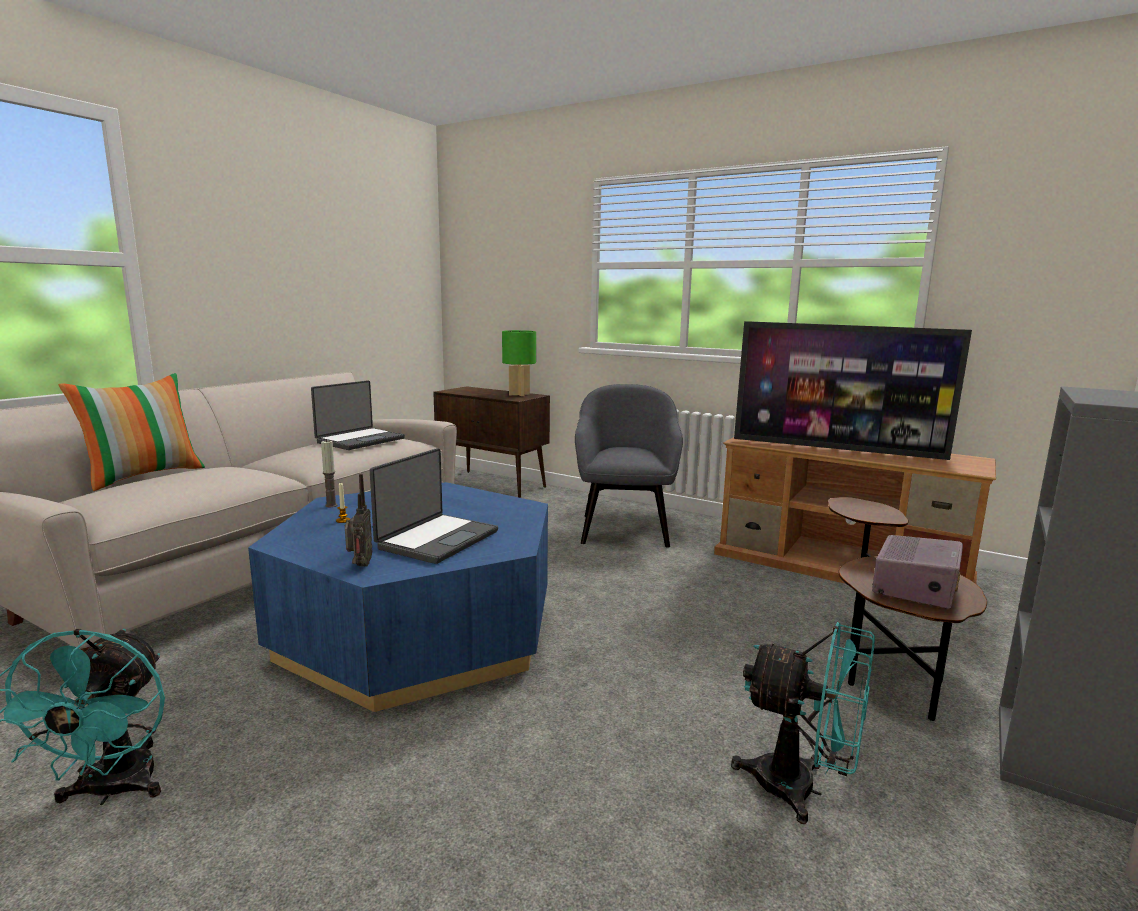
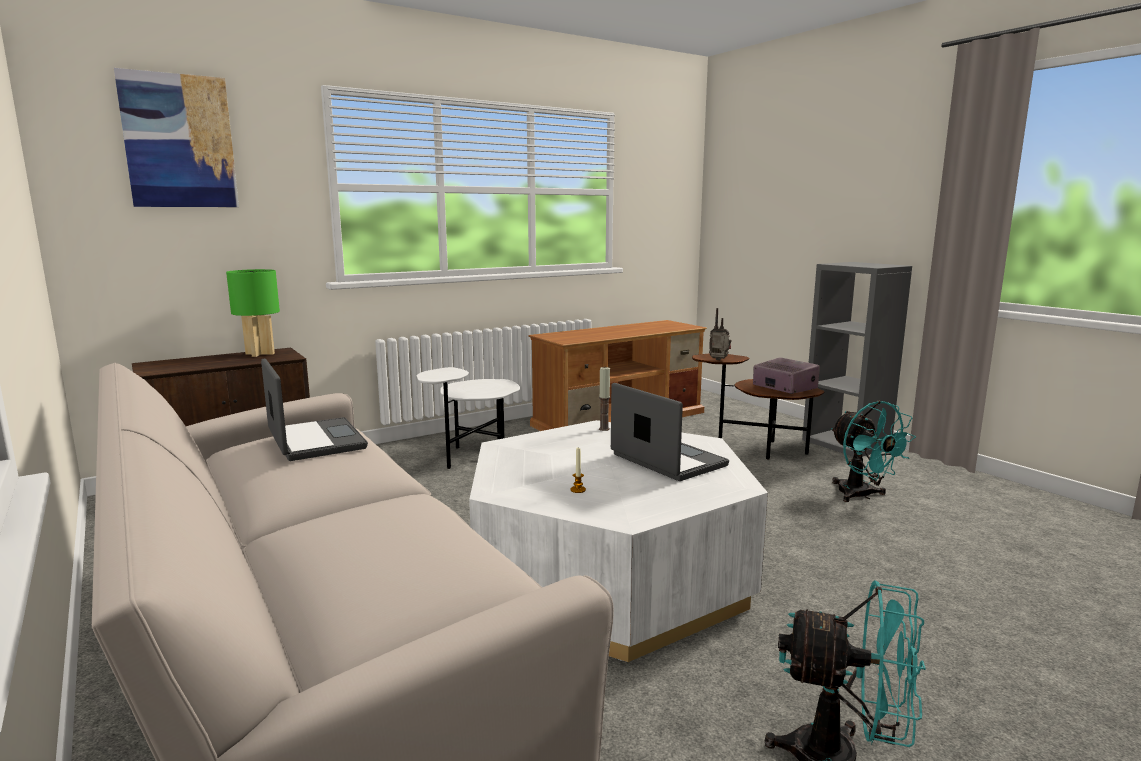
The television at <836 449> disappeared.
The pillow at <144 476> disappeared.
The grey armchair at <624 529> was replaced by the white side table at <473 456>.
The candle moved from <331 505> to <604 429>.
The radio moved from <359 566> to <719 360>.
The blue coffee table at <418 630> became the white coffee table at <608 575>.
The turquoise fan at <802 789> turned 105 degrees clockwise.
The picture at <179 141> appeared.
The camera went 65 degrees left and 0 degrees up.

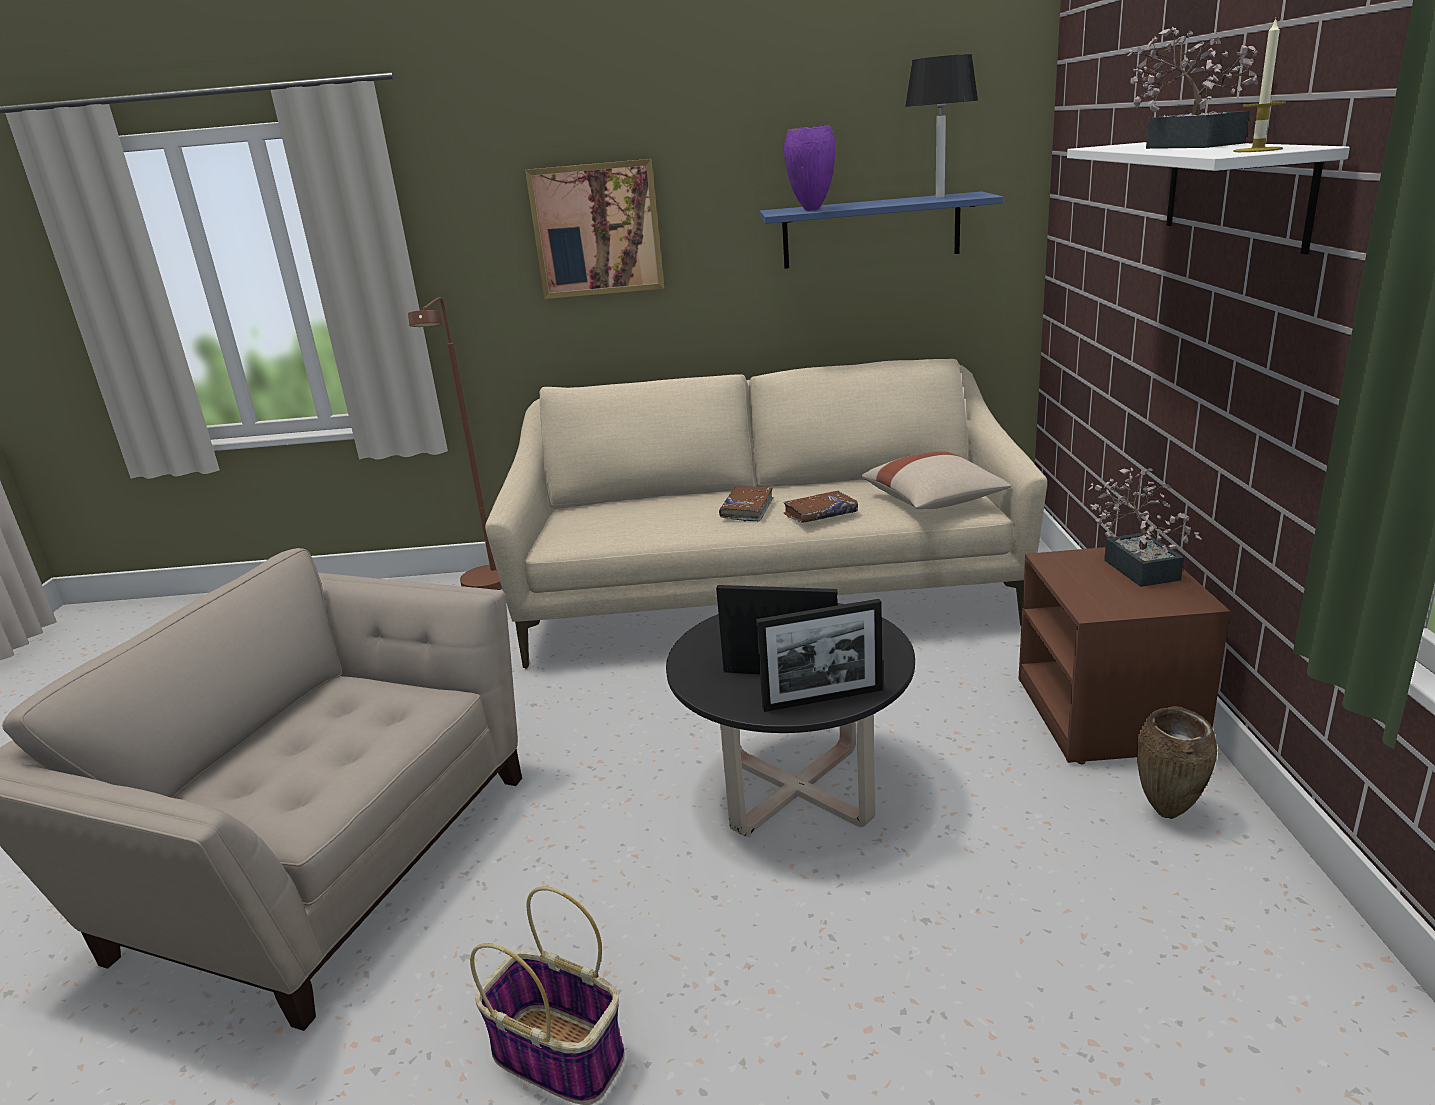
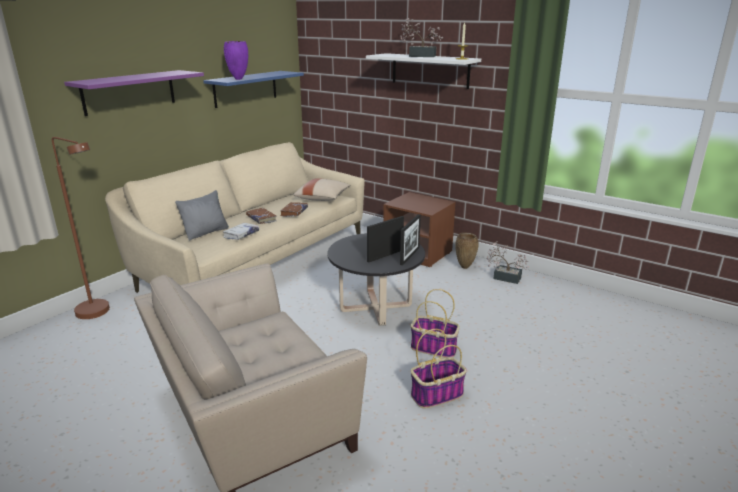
The black table lamp at <939 197> disappeared.
The picture at <597 229> was replaced by the purple shelf at <129 92>.
The potted plant moved from <1137 566> to <504 277>.
The grey pillow at <206 232> appeared.
The white book at <241 235> appeared.
The basket at <434 348> appeared.
The camera went 55 degrees left and 0 degrees up.

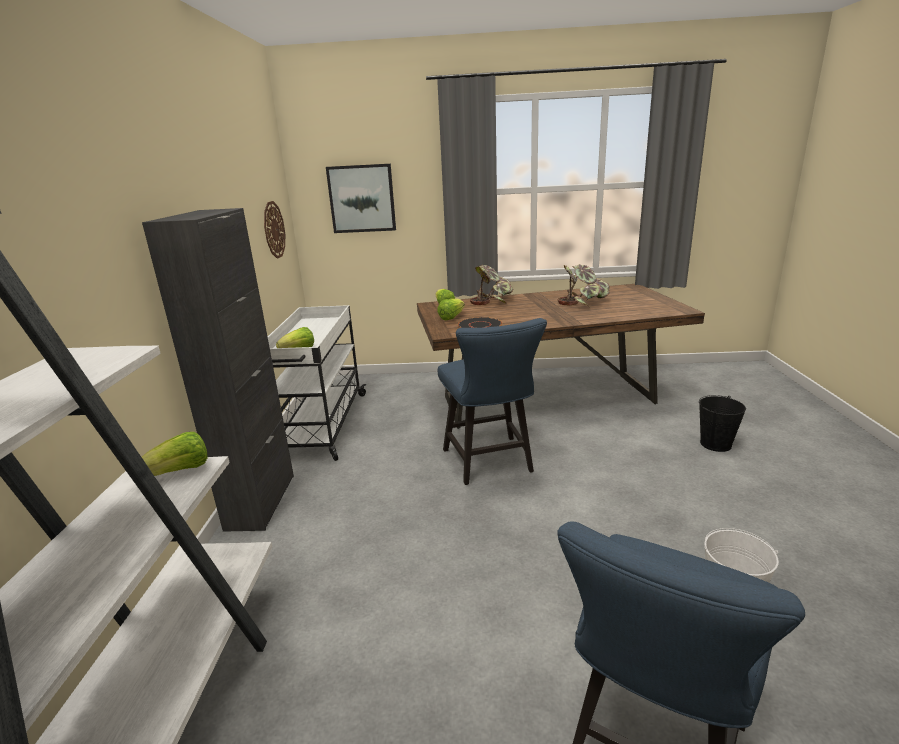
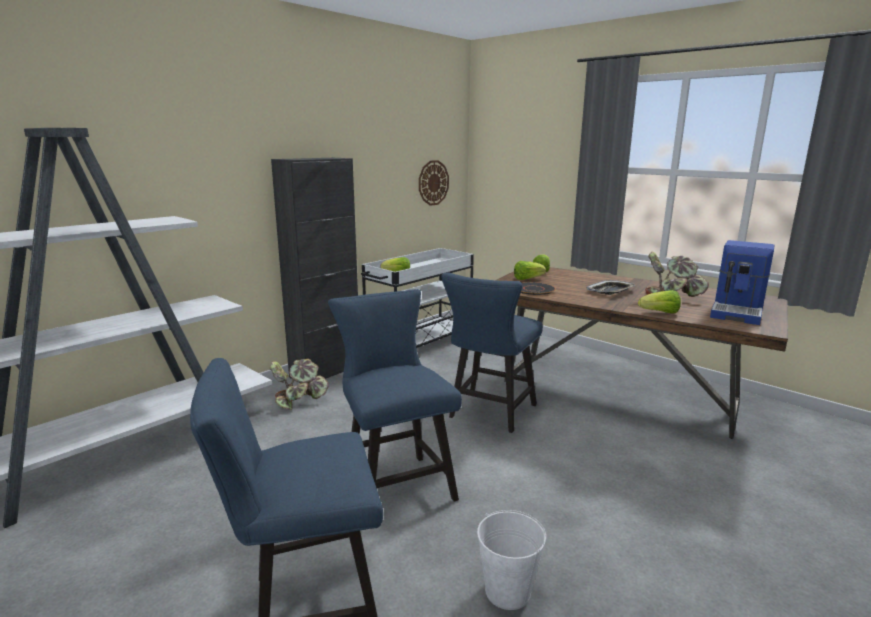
The picture at <362 198> disappeared.
The potted plant moved from <492 300> to <299 400>.
The black bucket at <716 444> disappeared.
The lettuce moved from <180 472> to <660 313>.
The coffee machine at <738 311> appeared.
The tray at <610 291> appeared.
The blue chair at <395 483> appeared.
The camera went 40 degrees right and 5 degrees down.

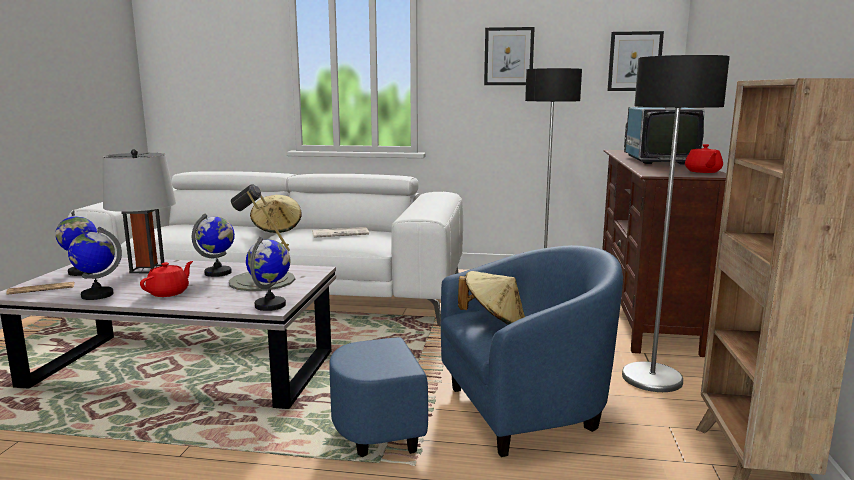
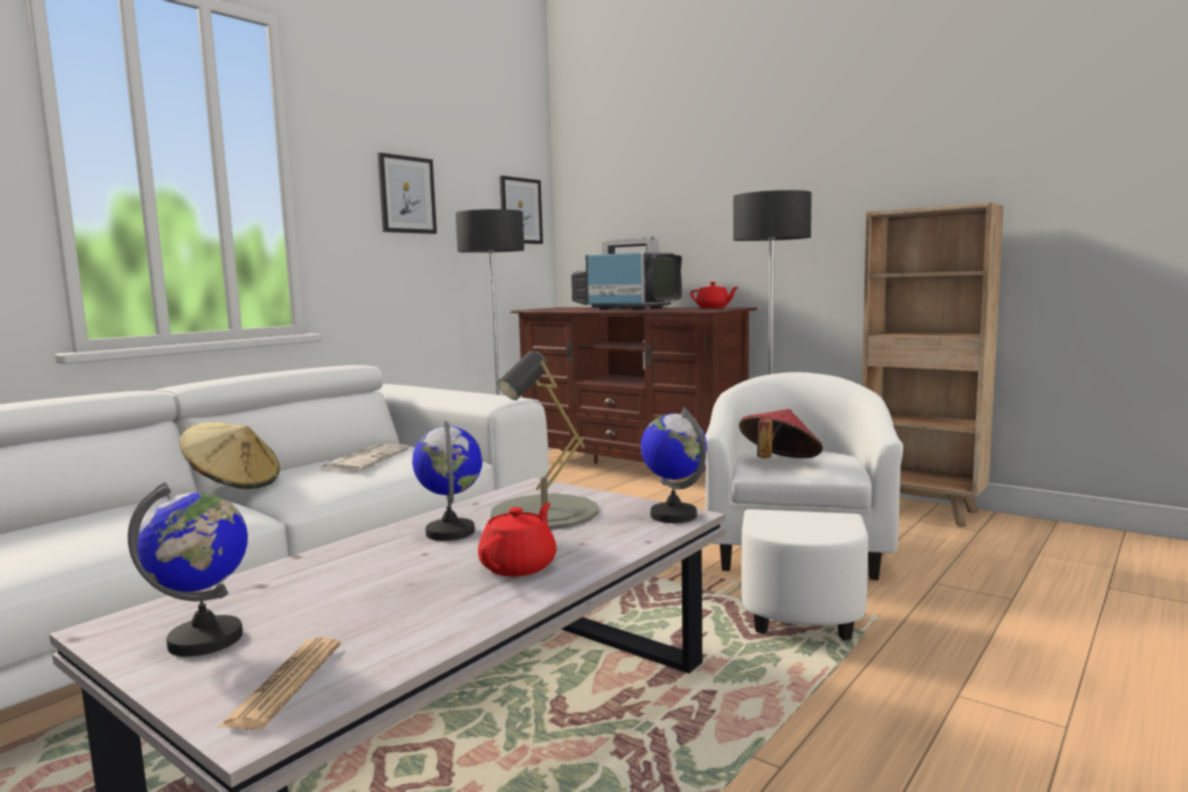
The grey table lamp at <147 269> disappeared.
The globe at <97 295> disappeared.
The blue armchair at <492 417> became the white armchair at <798 567>.
The red teapot at <169 292> turned 60 degrees clockwise.
The beige hat at <494 322> became the red hat at <778 463>.
The camera went 60 degrees left and 5 degrees down.

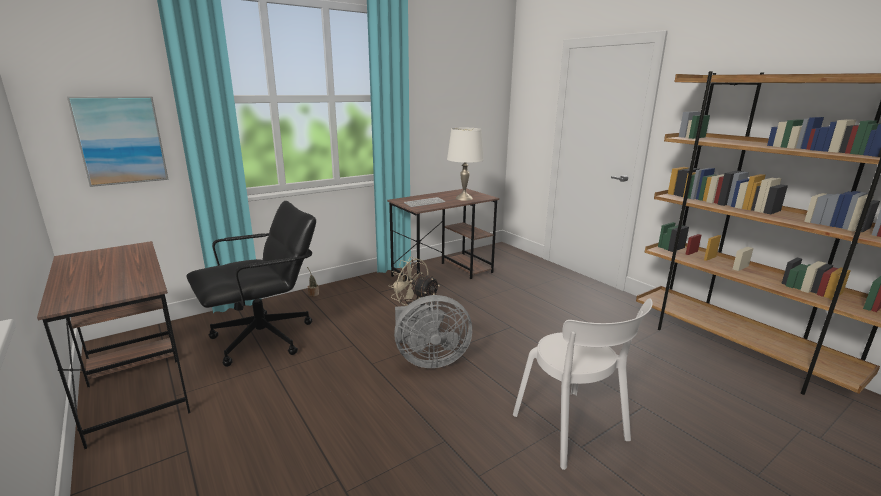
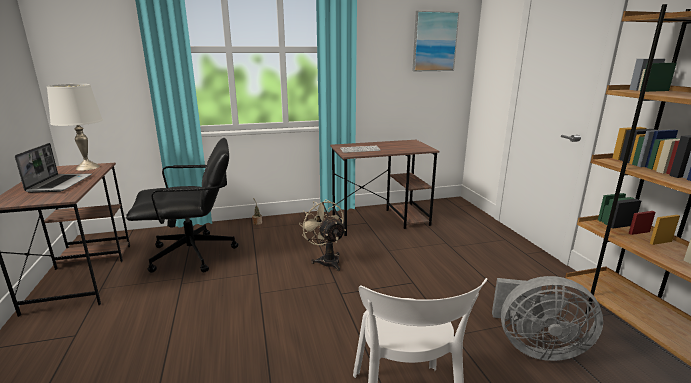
The picture moved from <121 140> to <434 41>.
The white table lamp moved from <463 198> to <87 167>.
The grey fan moved from <429 360> to <535 347>.
The laptop at <60 184> appeared.
The camera went 20 degrees right and 0 degrees up.

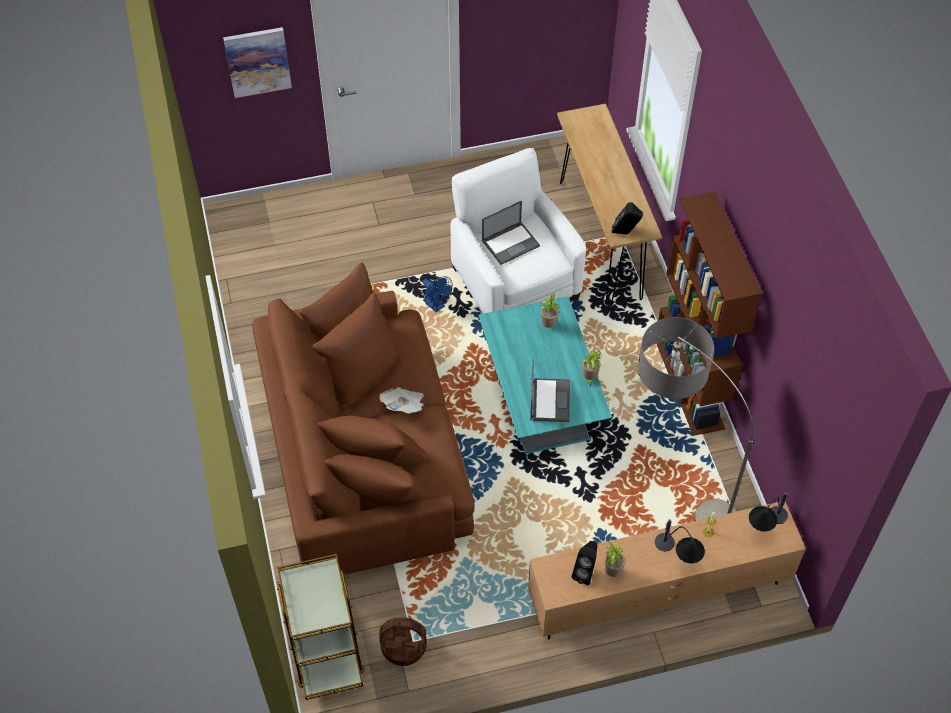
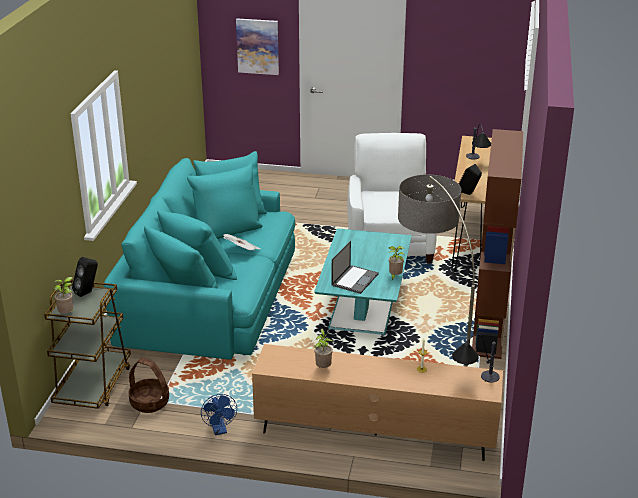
The laptop at <511 243> disappeared.
The brown sofa at <364 454> became the turquoise sofa at <210 297>.
The blue fan moved from <436 306> to <220 430>.
The potted plant moved from <549 324> to <67 314>.
The table lamp moved from <678 557> to <477 162>.
The black speaker moved from <585 572> to <88 292>.
The camera went 25 degrees right and 25 degrees down.

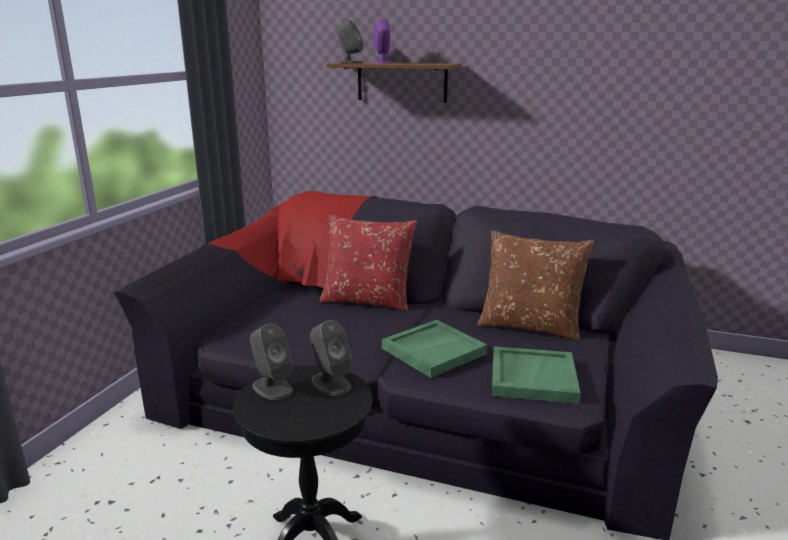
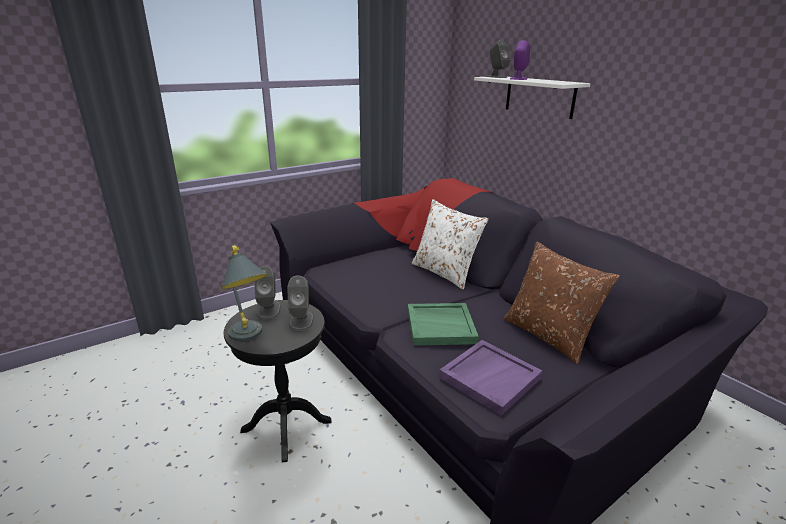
The brown shelf at <402 82> became the white shelf at <539 96>.
The red pillow at <368 301> became the white pillow at <445 272>.
The green tray at <532 377> became the purple tray at <489 377>.
The grey table lamp at <249 338> appeared.
The camera went 35 degrees right and 5 degrees up.

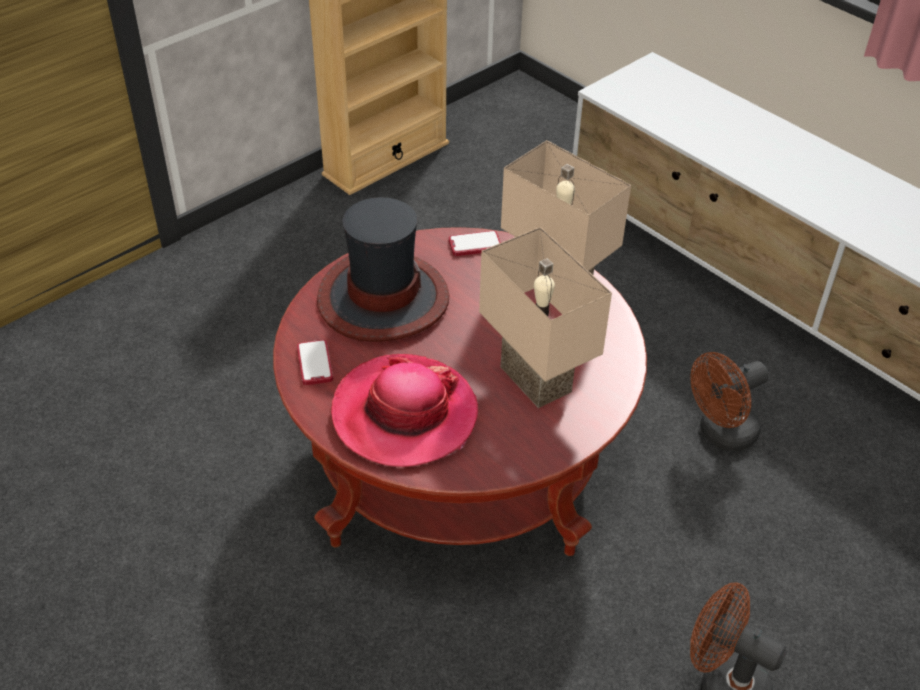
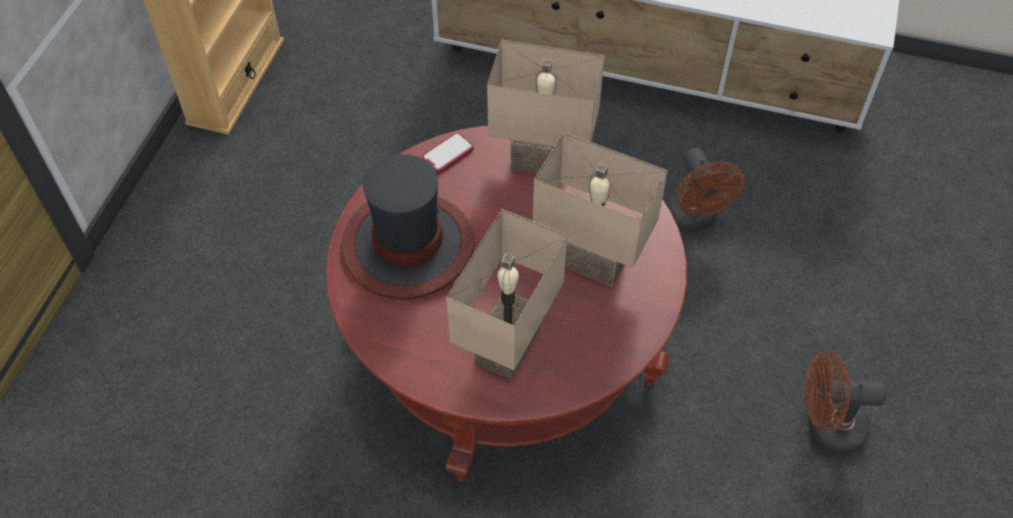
The phone at <315 364> disappeared.
The brown fan at <721 434> turned 45 degrees counterclockwise.
The hat at <404 414> was replaced by the beige table lamp at <510 348>.
The camera went 30 degrees left and 10 degrees up.

